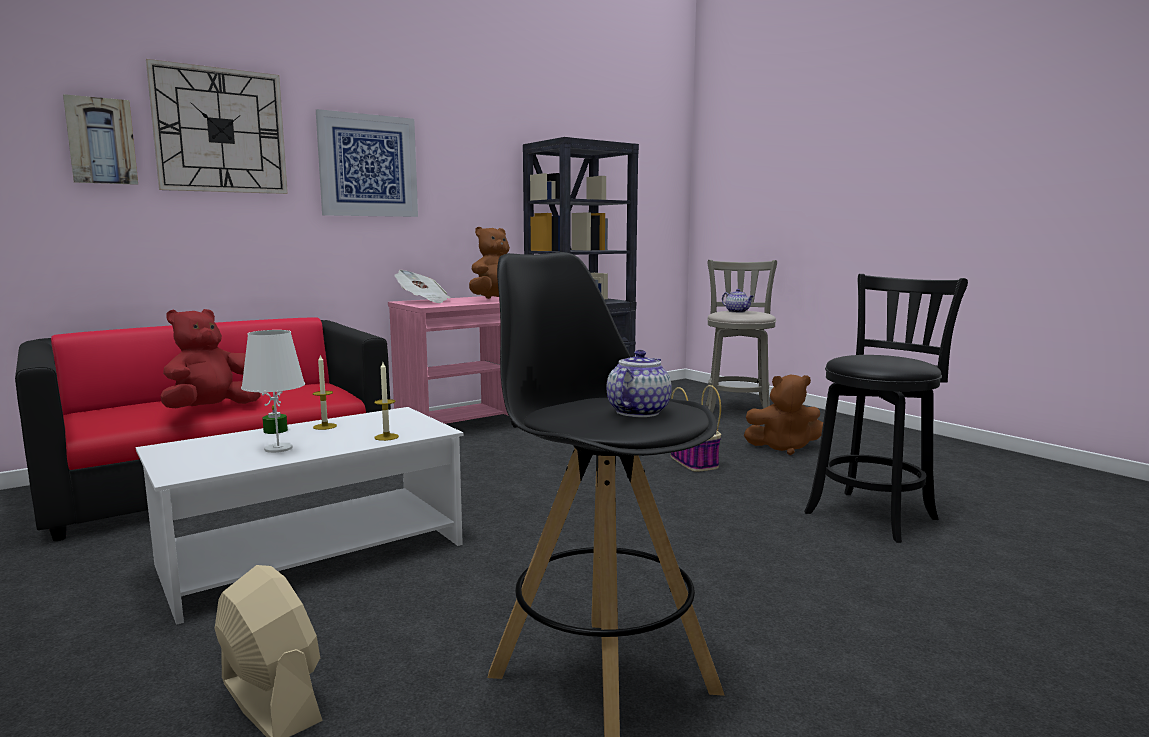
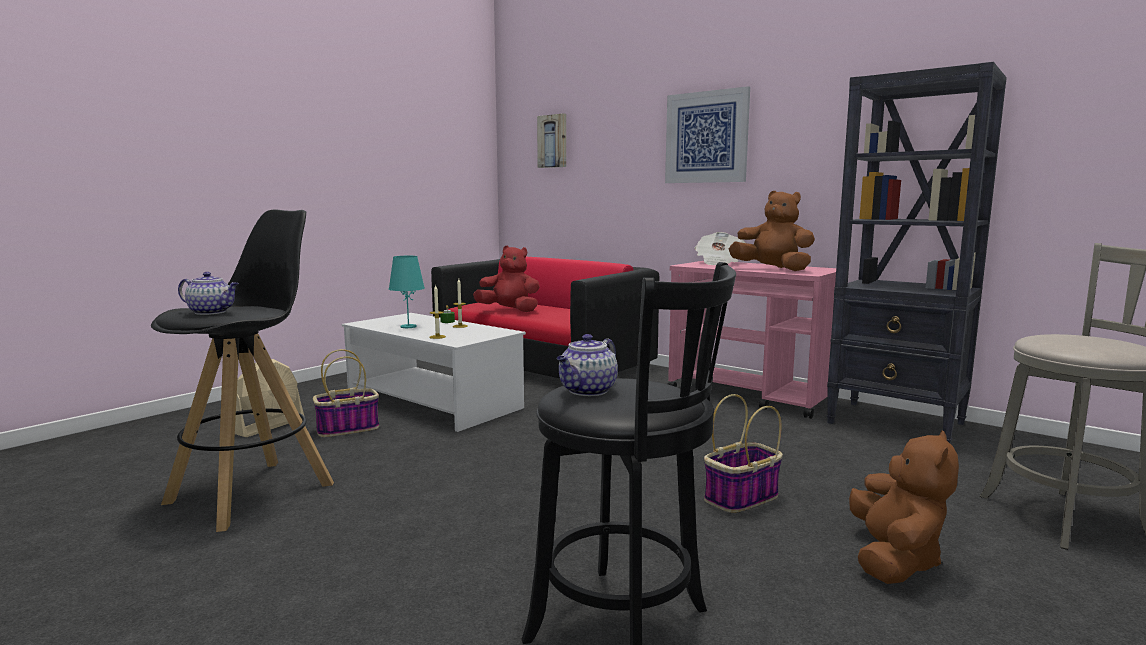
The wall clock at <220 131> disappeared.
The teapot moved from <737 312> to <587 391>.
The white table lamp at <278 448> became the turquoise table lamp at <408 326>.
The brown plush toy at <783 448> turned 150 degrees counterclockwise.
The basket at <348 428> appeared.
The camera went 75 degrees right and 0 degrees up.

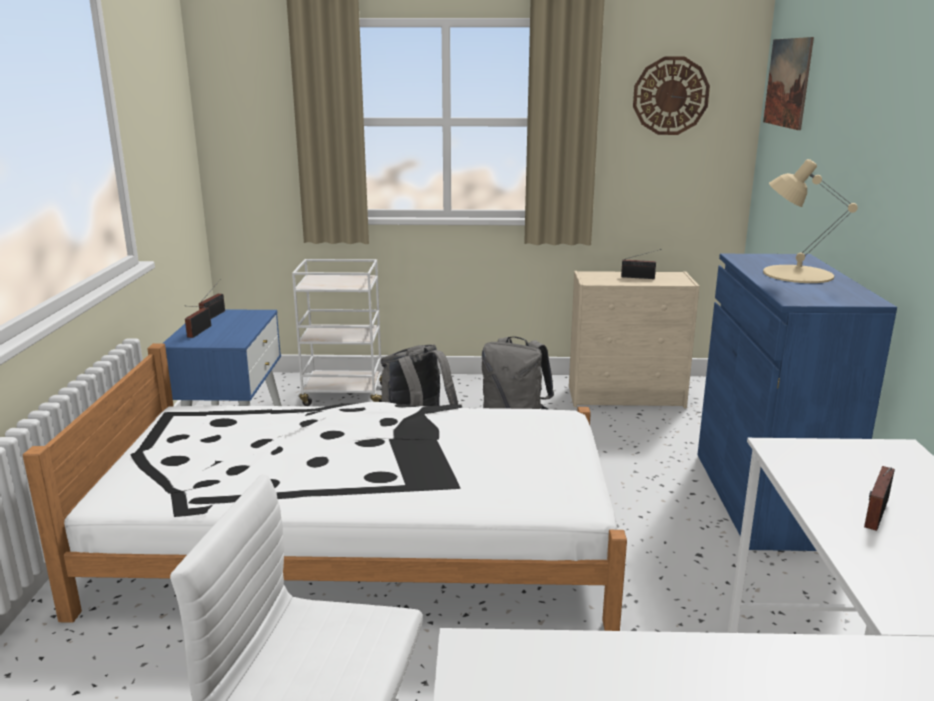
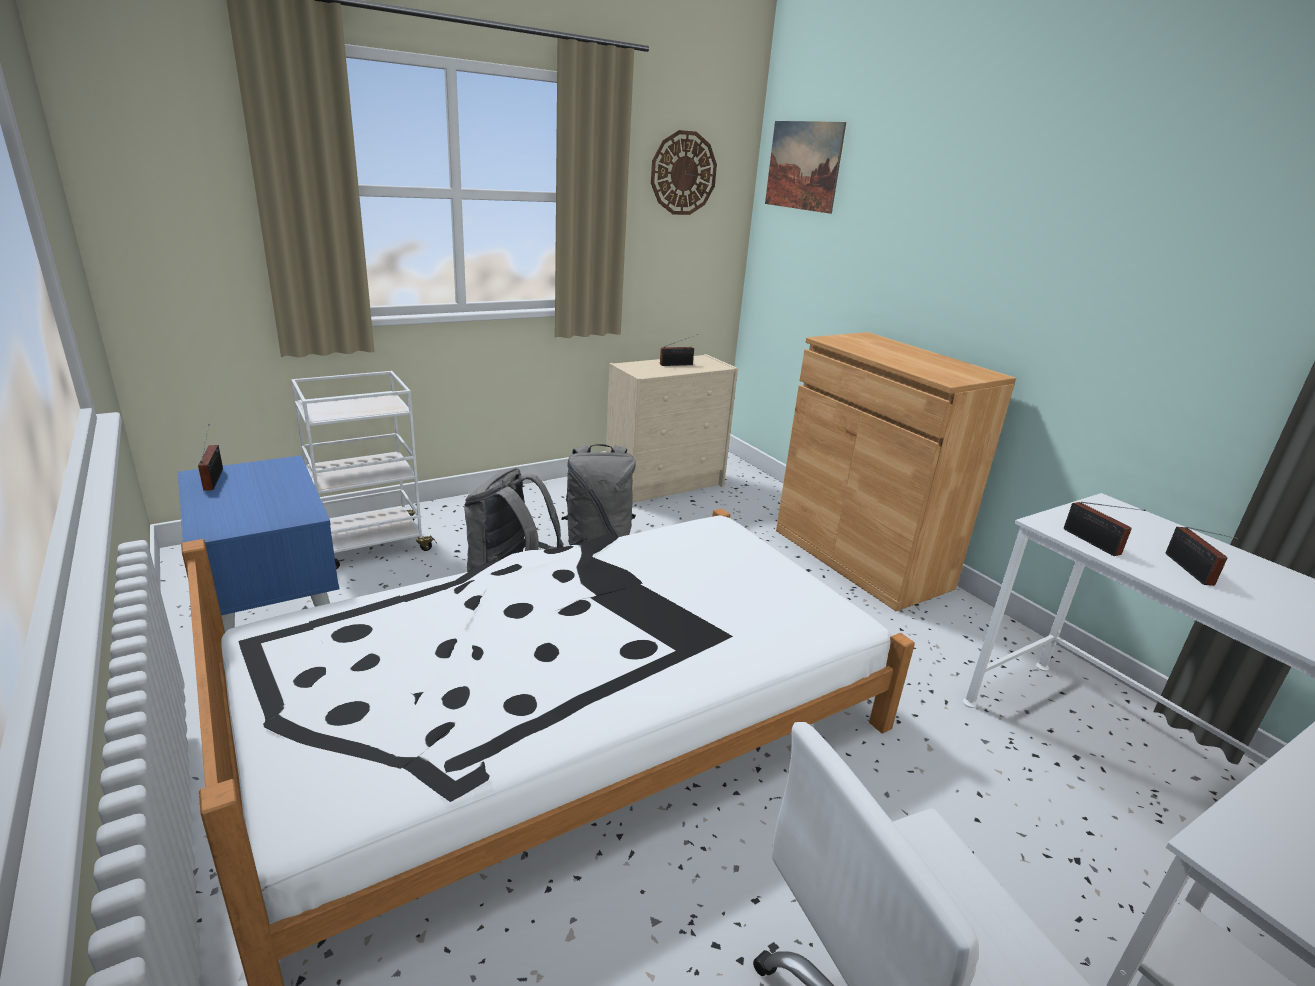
The beige table lamp at <796 274> disappeared.
The blue cabinet at <765 498> became the brown cabinet at <860 558>.
The radio moved from <198 332> to <1093 543>.
The camera went 35 degrees left and 5 degrees up.

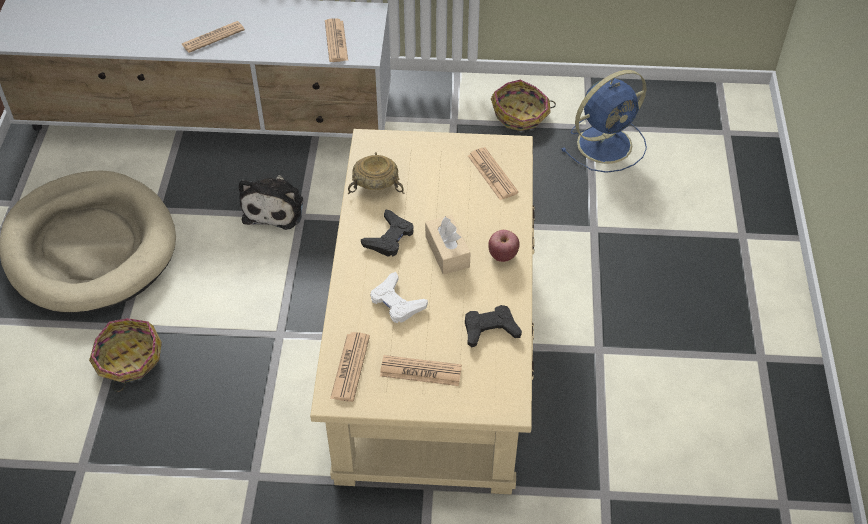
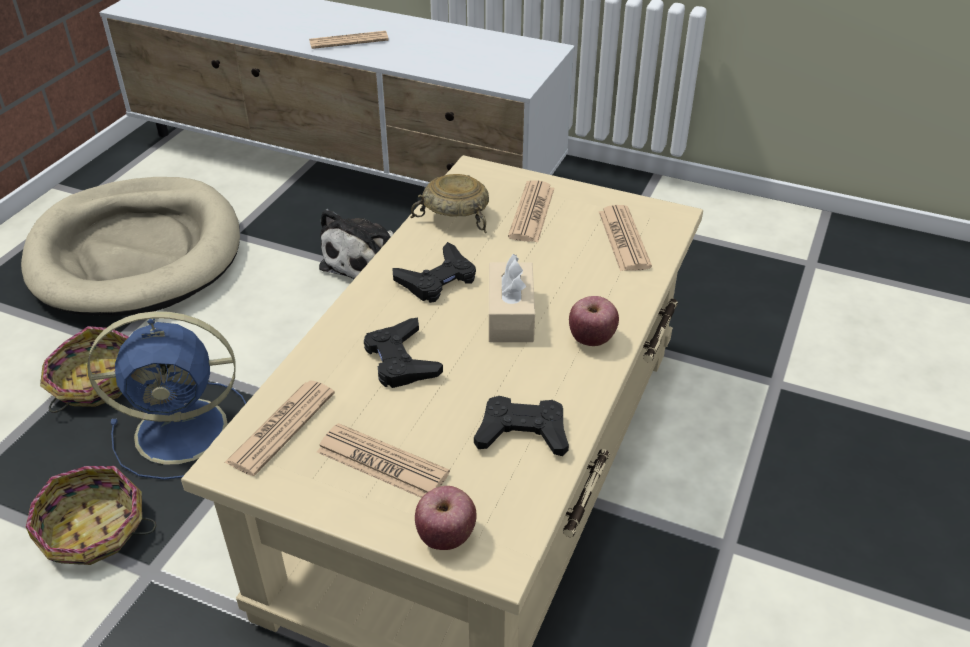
The newspaper moved from <336 41> to <532 212>.
The blue fan moved from <606 143> to <186 430>.
The basket moved from <521 115> to <94 531>.
The white game controller at <397 302> became the black game controller at <401 360>.
The apple at <446 537> appeared.
The camera went 20 degrees right and 10 degrees down.

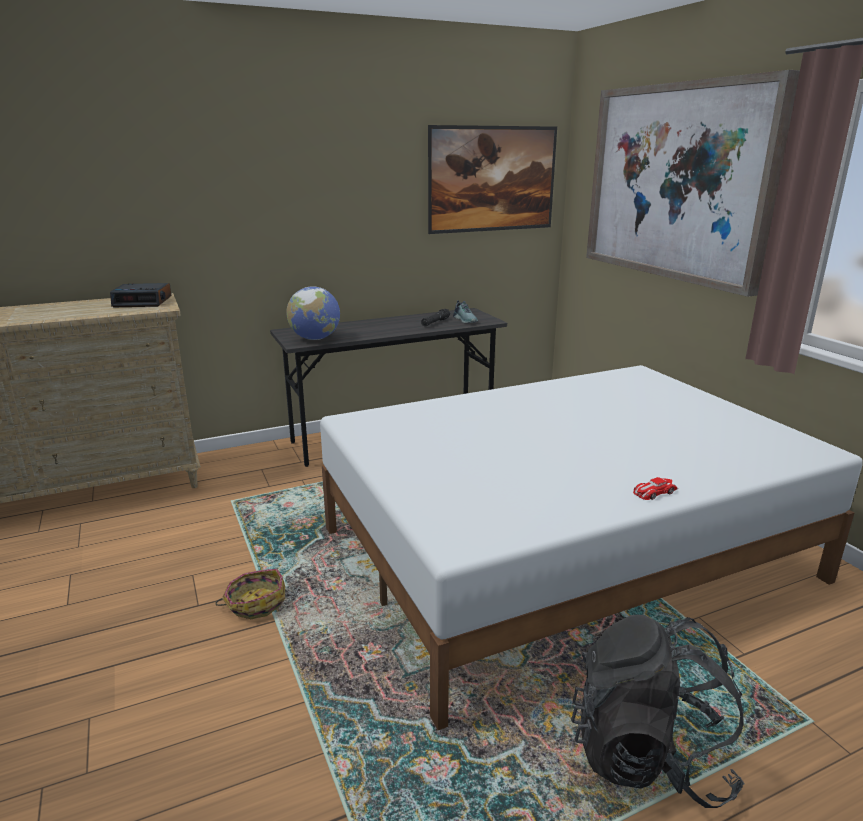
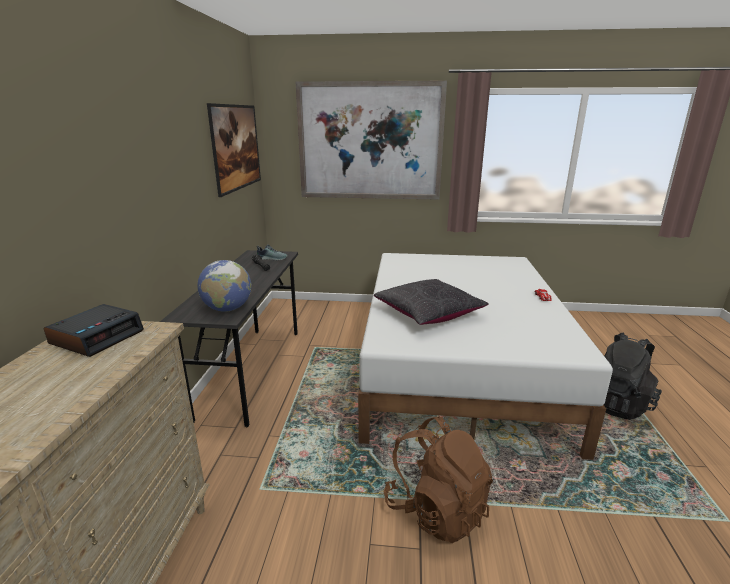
The basket at <255 603> was replaced by the brown backpack at <436 509>.
The black pillow at <428 313> appeared.
The camera went 60 degrees left and 0 degrees up.

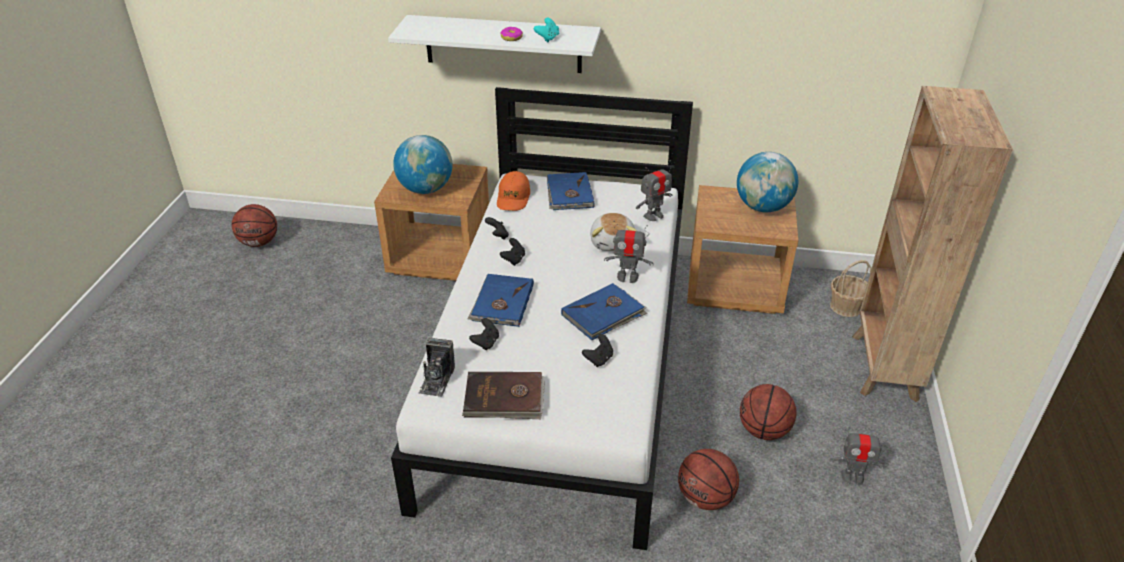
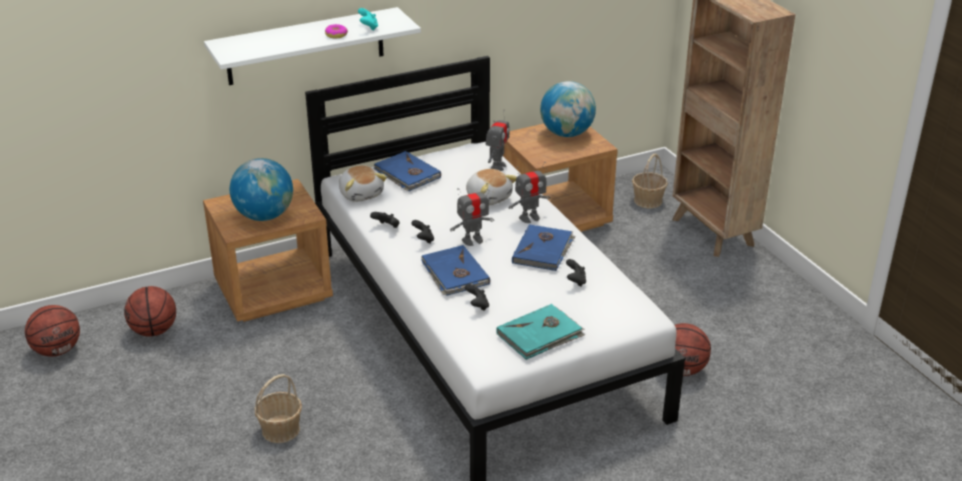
The orange cap at <513 198> was replaced by the plush toy at <361 194>.
The photo camera at <437 379> disappeared.
The brown book at <504 399> became the turquoise book at <540 335>.
The basketball moved from <763 431> to <154 331>.
The toy robot moved from <852 477> to <472 240>.
The basket at <281 430> appeared.
The camera went 35 degrees left and 5 degrees down.

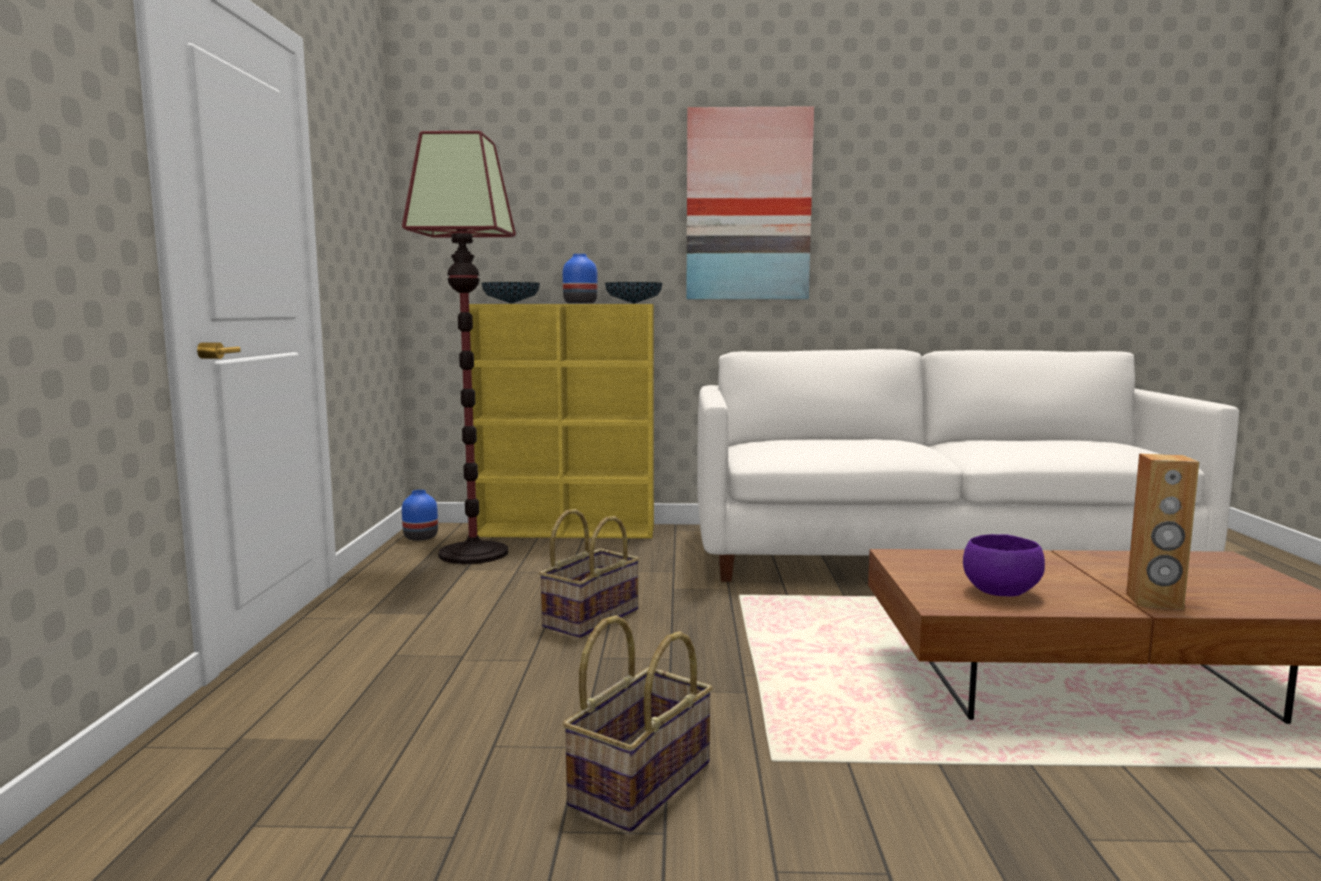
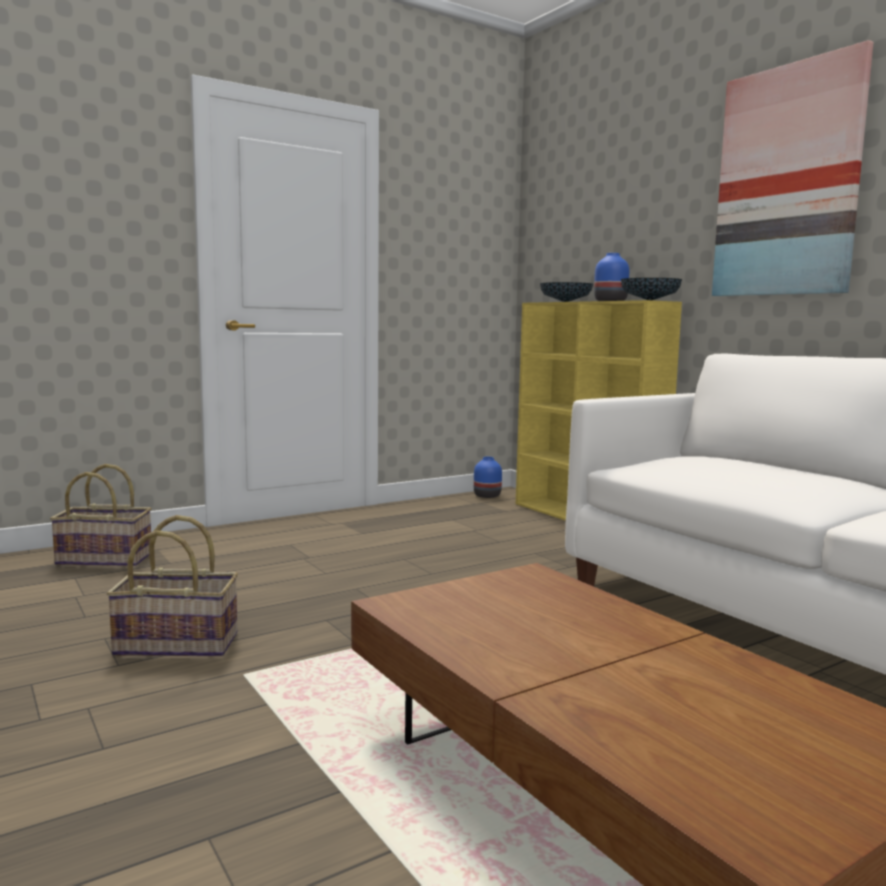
The floor lamp at <474 553> disappeared.
The brown speaker at <1154 602> disappeared.
The basket moved from <590 617> to <105 558>.
The purple bowl at <999 592> disappeared.
The camera went 55 degrees right and 0 degrees up.

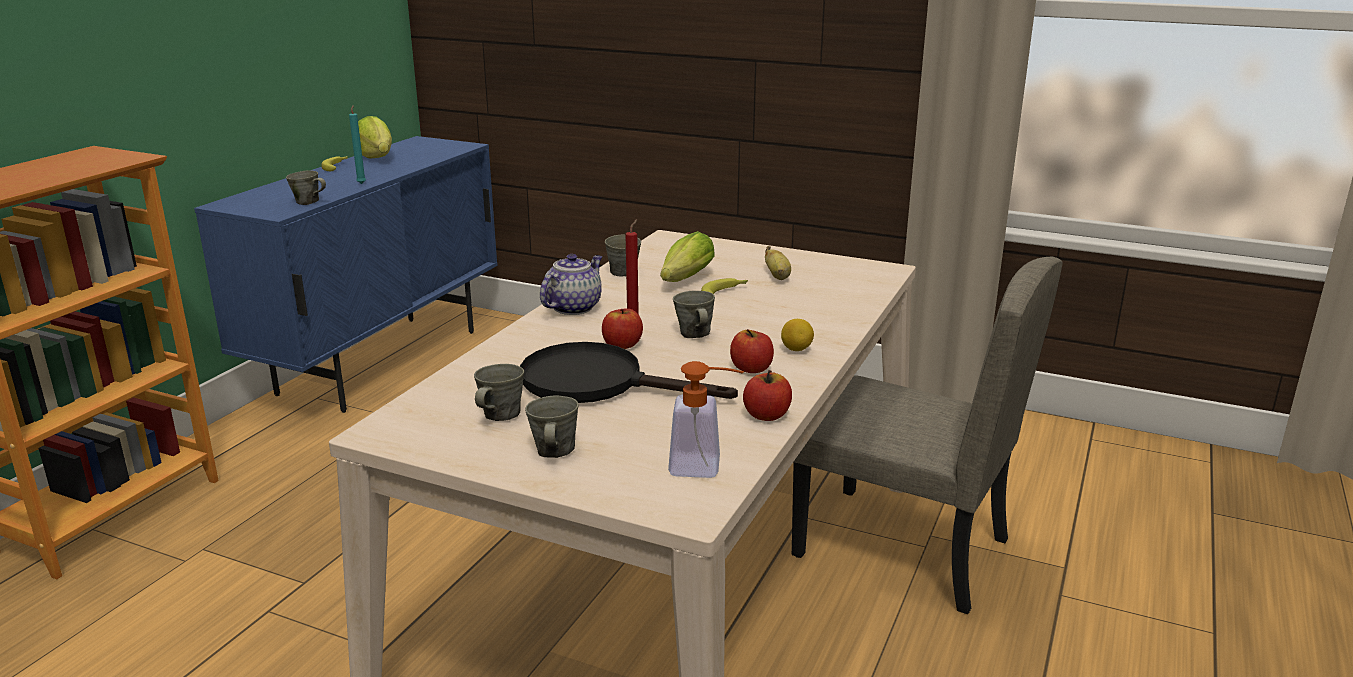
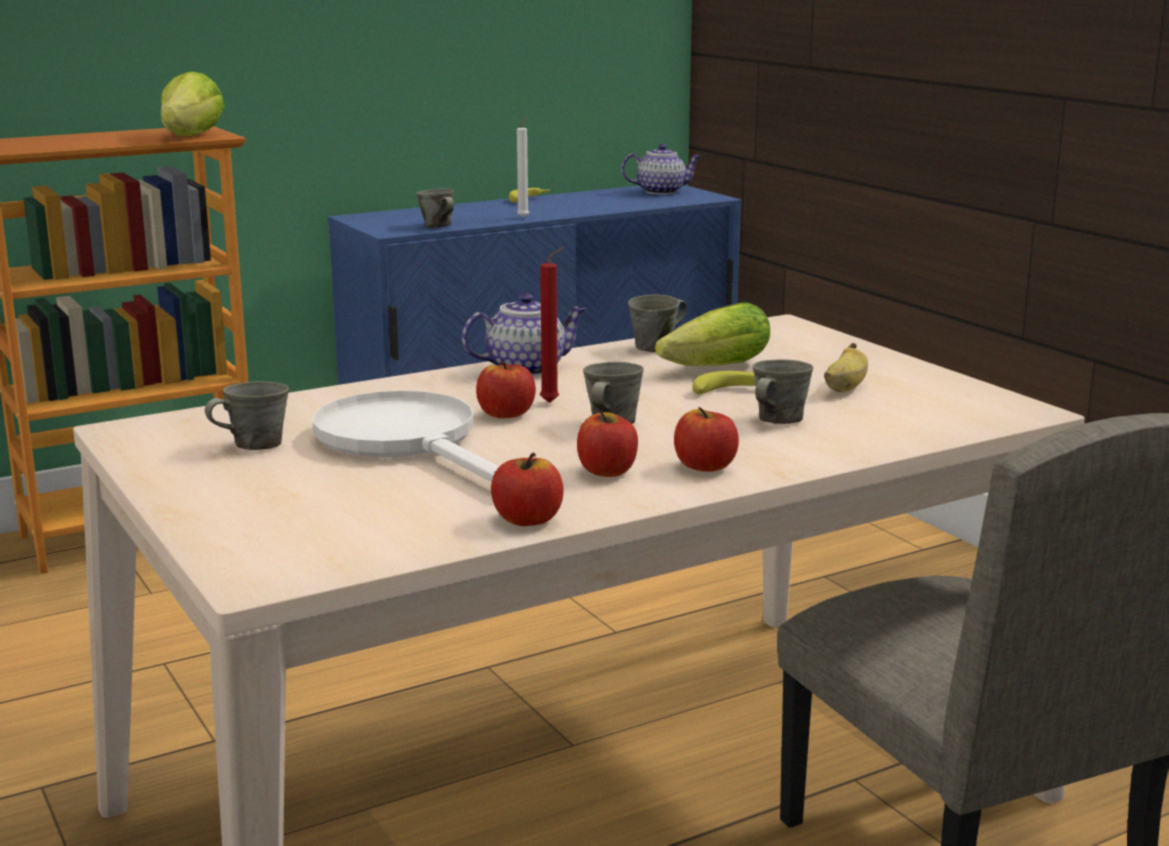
The turquoise candle at <362 183> became the white candle at <524 217>.
The lettuce moved from <376 157> to <191 136>.
The lemon at <796 350> was replaced by the apple at <705 467>.
The black frying pan at <598 383> became the white frying pan at <408 442>.
The soap dispenser at <705 467> disappeared.
The grey mug moved from <554 451> to <778 420>.
The teapot at <662 191> appeared.
The camera went 35 degrees right and 5 degrees down.

